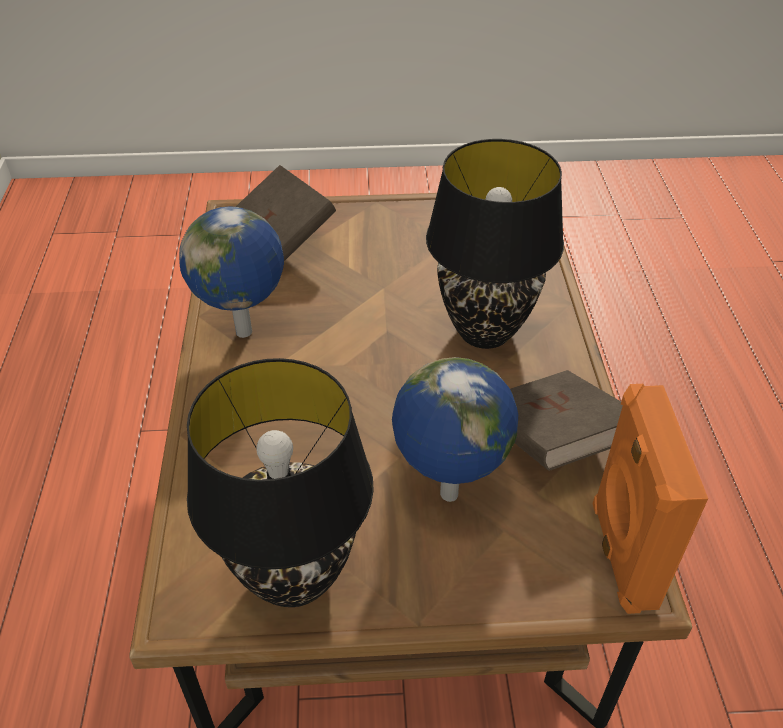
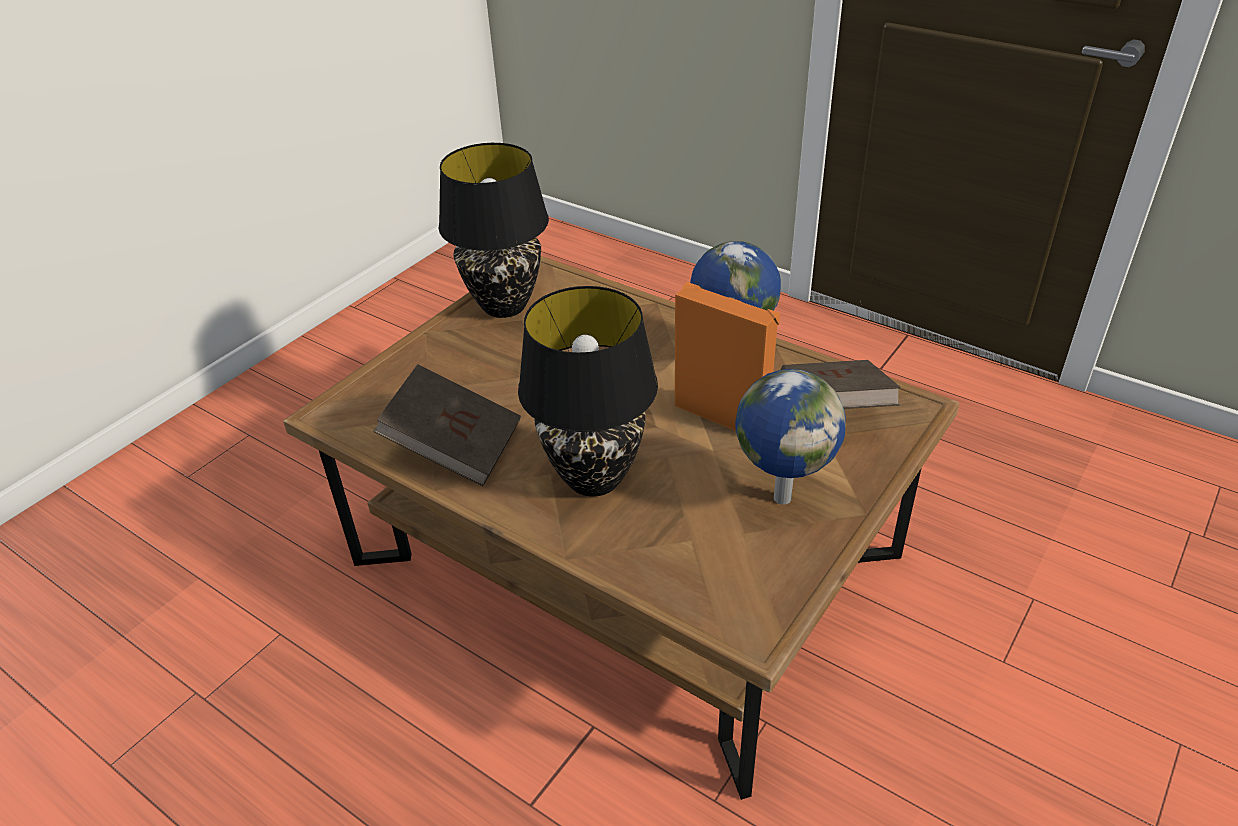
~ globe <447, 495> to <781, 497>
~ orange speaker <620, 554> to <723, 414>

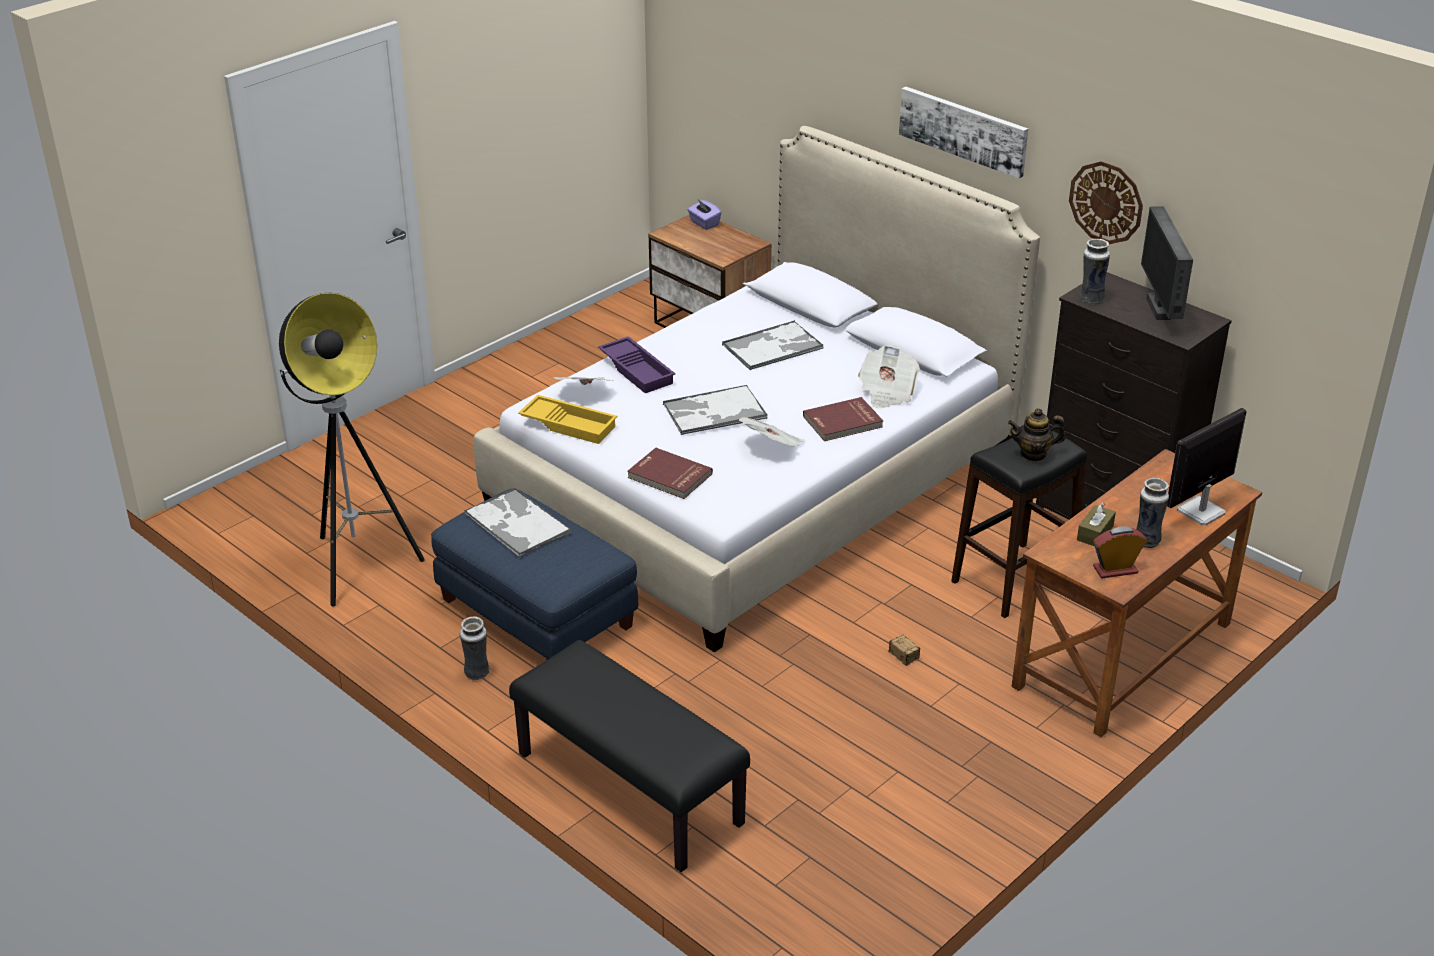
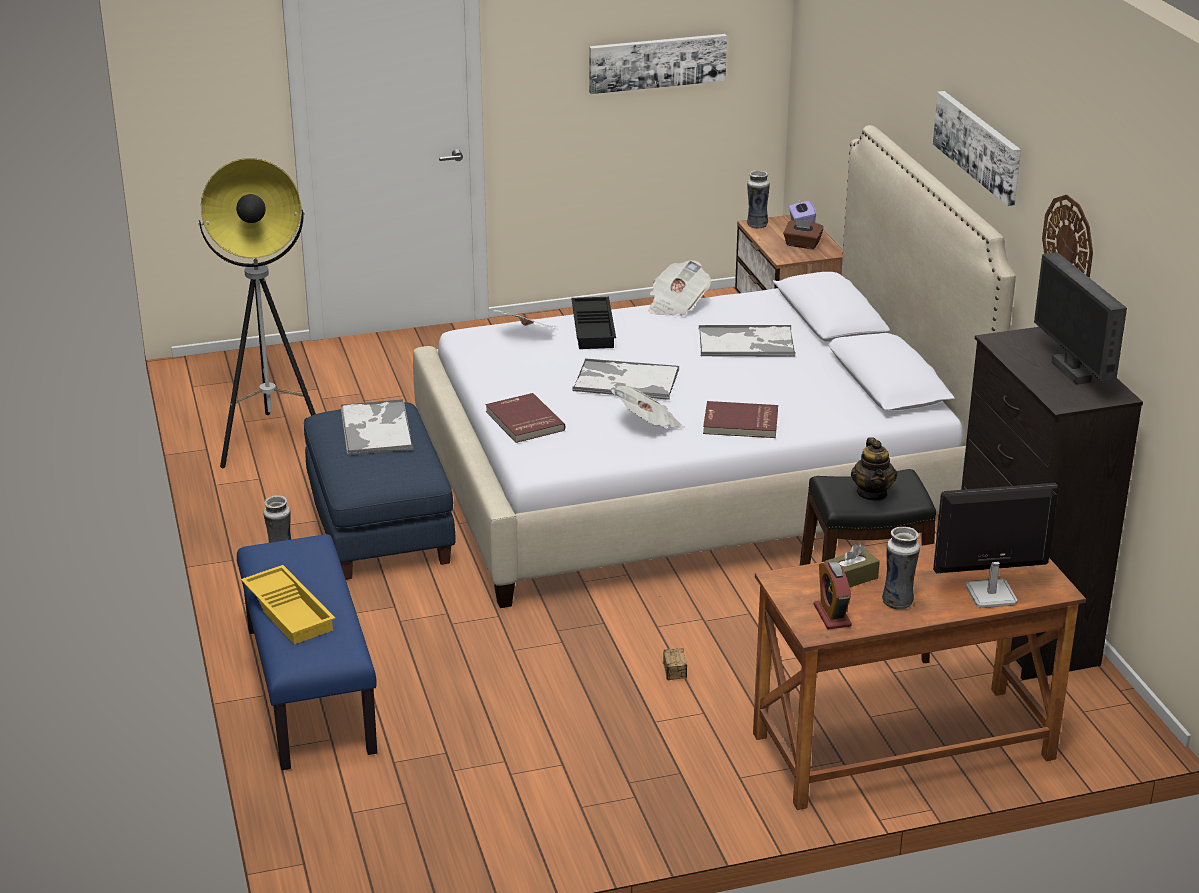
~ monitor <1160, 309> = <1072, 372> 45 degrees counterclockwise
~ vase <1090, 299> to <756, 225>
~ purple tray <638, 370> to black tray <594, 329>
~ newspaper <887, 392> to <676, 305>
~ yellow tray <569, 424> to <290, 611>
~ teapot <1033, 454> = <872, 493> 120 degrees counterclockwise
~ alarm clock <1115, 570> = <832, 615> 120 degrees counterclockwise
~ black bench <627, 789> to blue bench <308, 689>
+ picture <657, 62>
+ brown tissue box <802, 244>

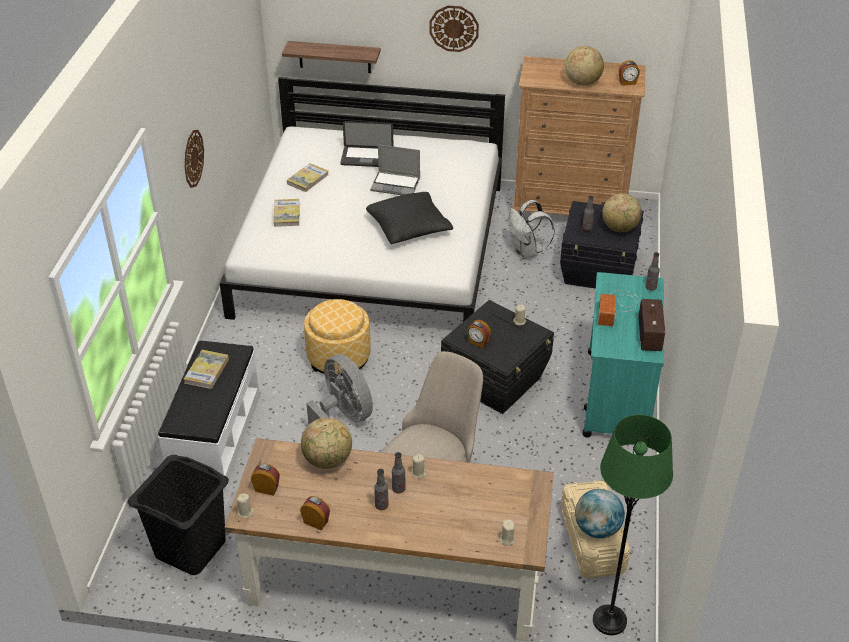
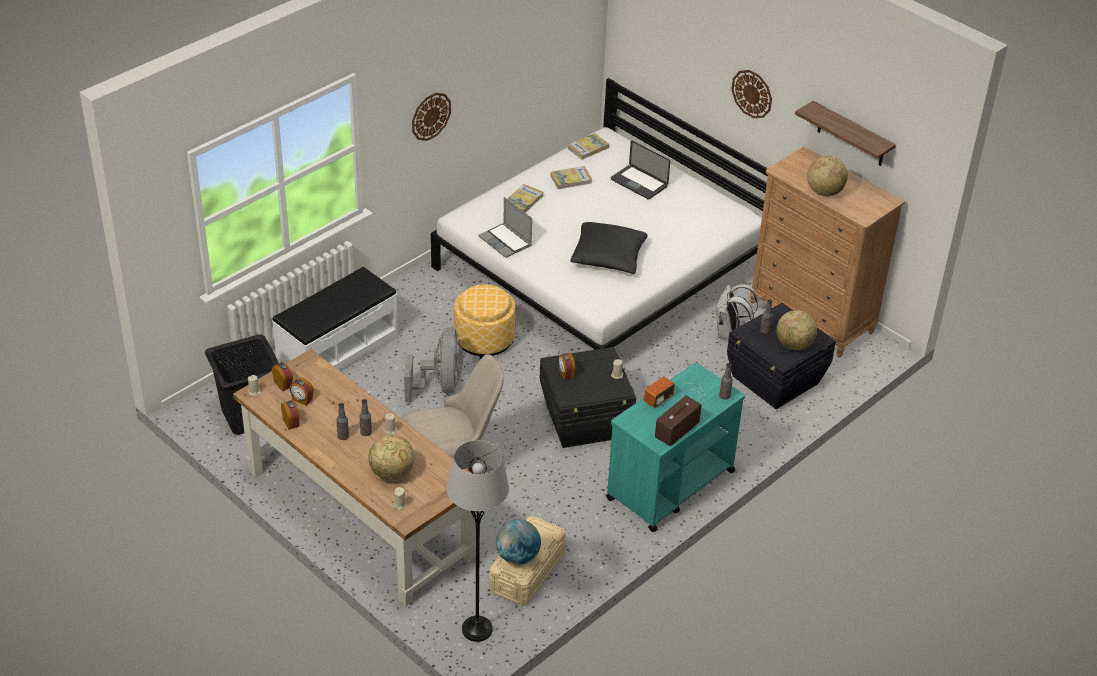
~ shelf <334, 57> to <851, 135>
~ alarm clock <627, 82> to <302, 400>
~ laptop <396, 184> to <506, 241>
~ book <206, 371> to <588, 148>
~ green floor lamp <609, 621> to grey floor lamp <477, 629>
~ globe <328, 460> to <392, 473>

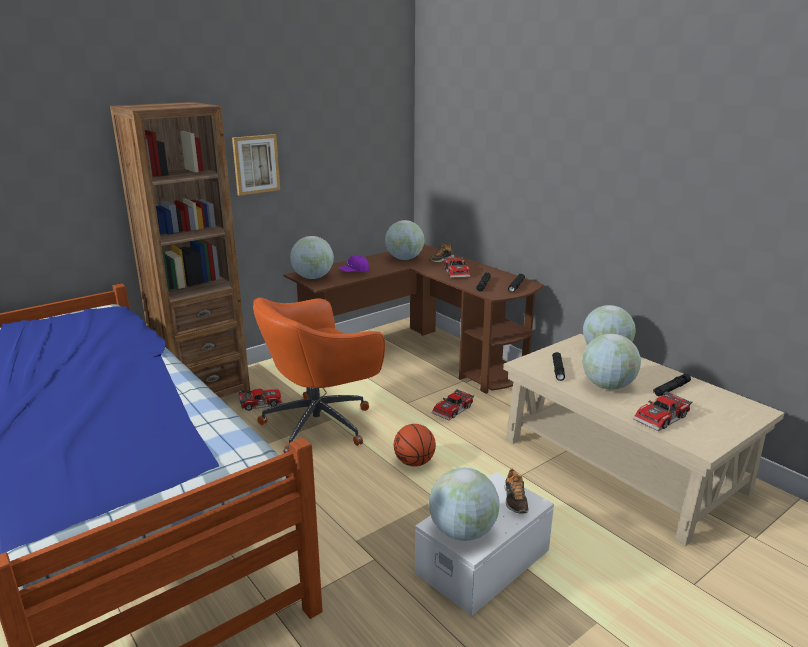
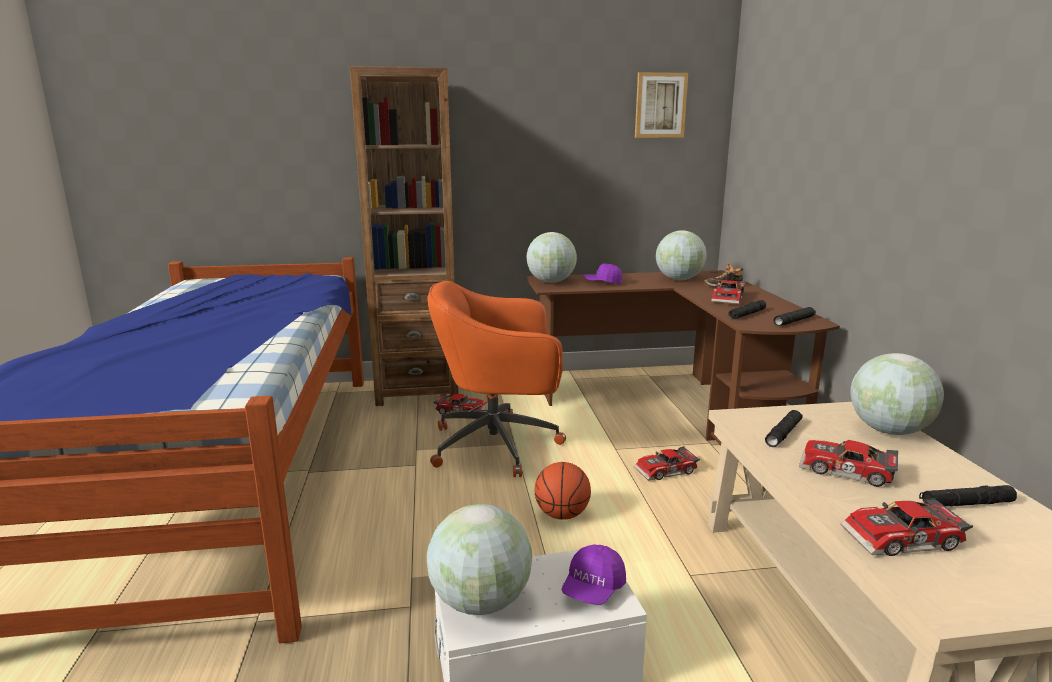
~ picture <256, 164> to <660, 105>
~ globe <608, 386> to toy car <846, 472>
~ shoe <515, 500> to purple cap <593, 589>

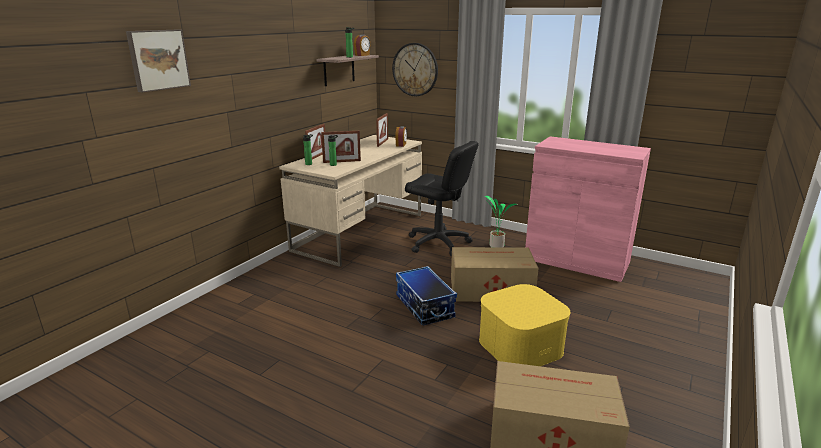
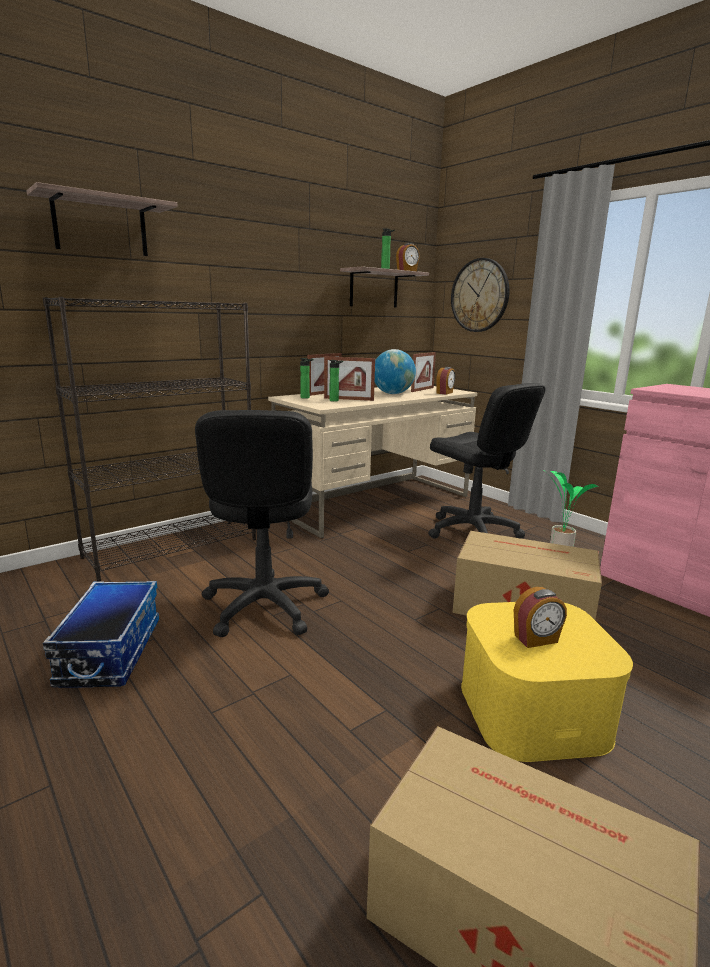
~ picture <158, 60> to shelf <100, 226>
~ storage box <424, 306> to <110, 652>
+ black bookcase <173, 548>
+ globe <392, 393>
+ black office chair <264, 606>
+ alarm clock <536, 639>

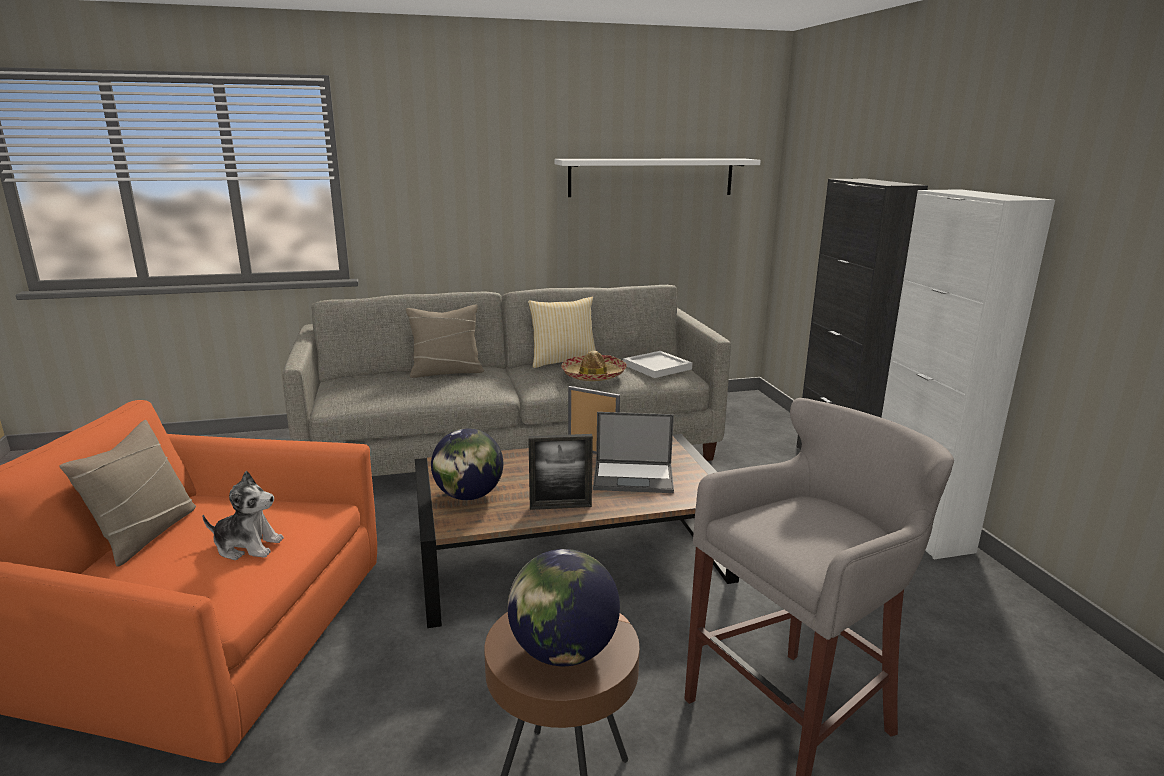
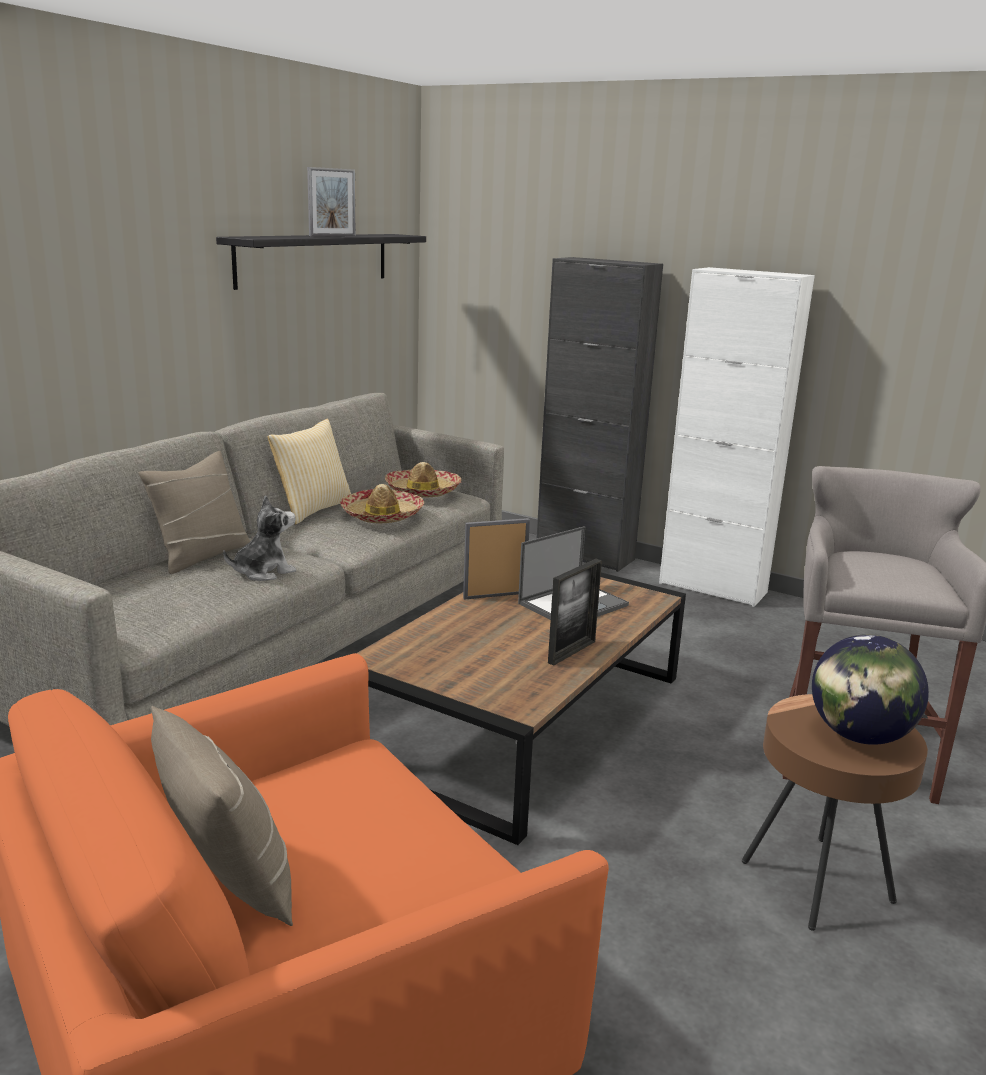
~ white shelf <651, 177> to black shelf <314, 259>
~ white tray <657, 366> to hat <423, 491>
- globe <468, 496>
~ plush toy <248, 546> to <263, 572>
+ picture frame <332, 236>

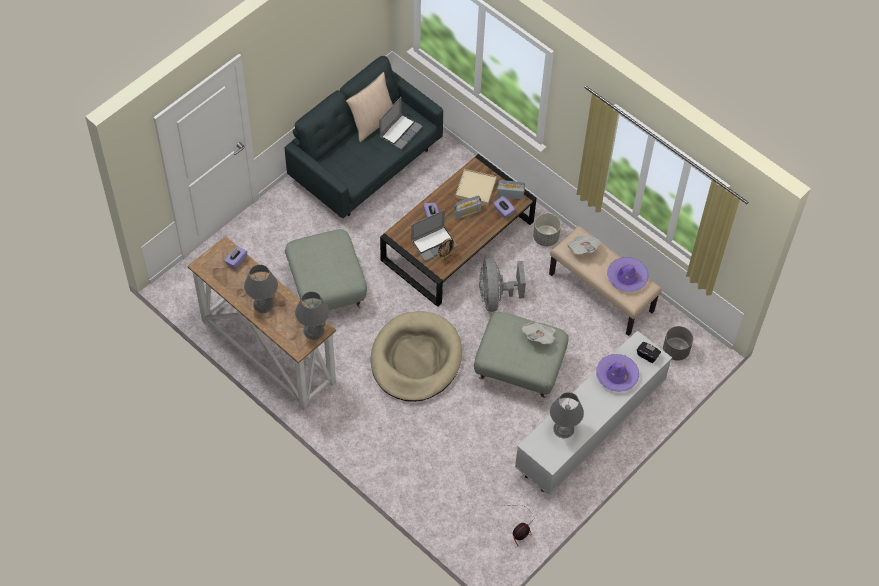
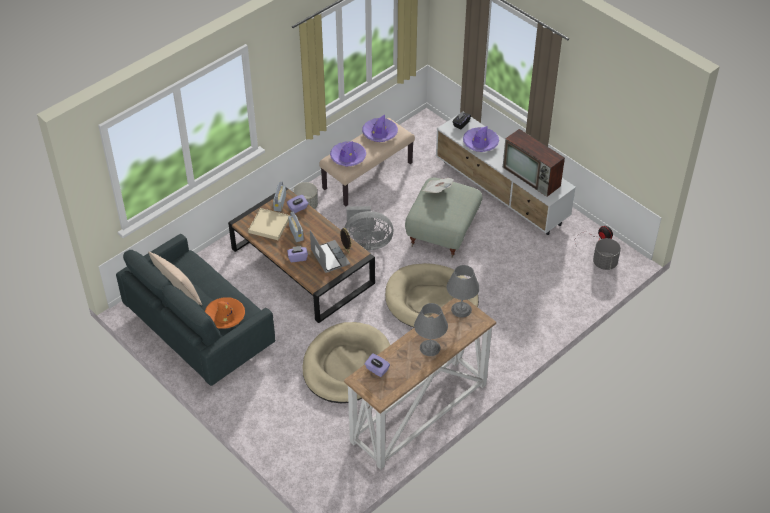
- laptop <400, 131>
~ grey ottoman <326, 287> to beige dog bed <347, 366>
~ newspaper <582, 249> to purple hat <348, 157>
~ grey planter <675, 350> to <604, 263>
~ grey table lamp <563, 429> to television <532, 177>
+ orange hat <225, 316>

